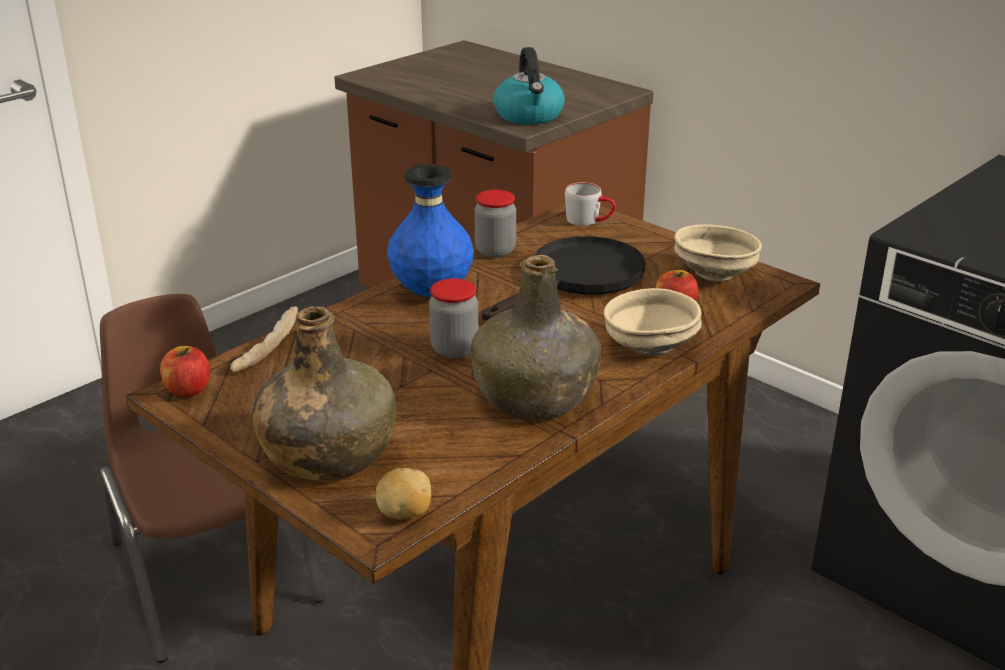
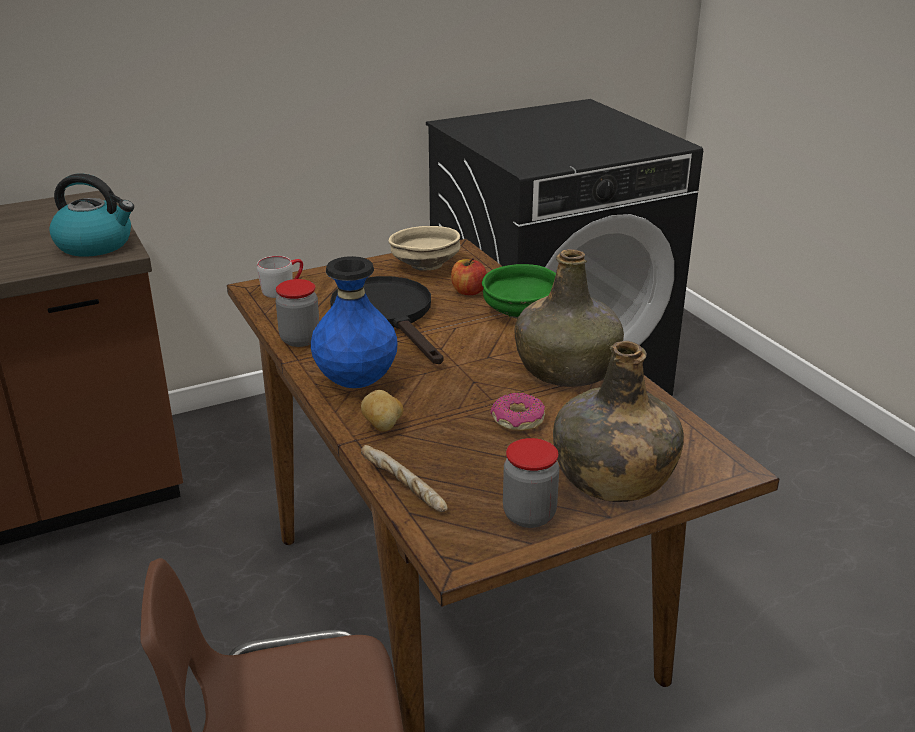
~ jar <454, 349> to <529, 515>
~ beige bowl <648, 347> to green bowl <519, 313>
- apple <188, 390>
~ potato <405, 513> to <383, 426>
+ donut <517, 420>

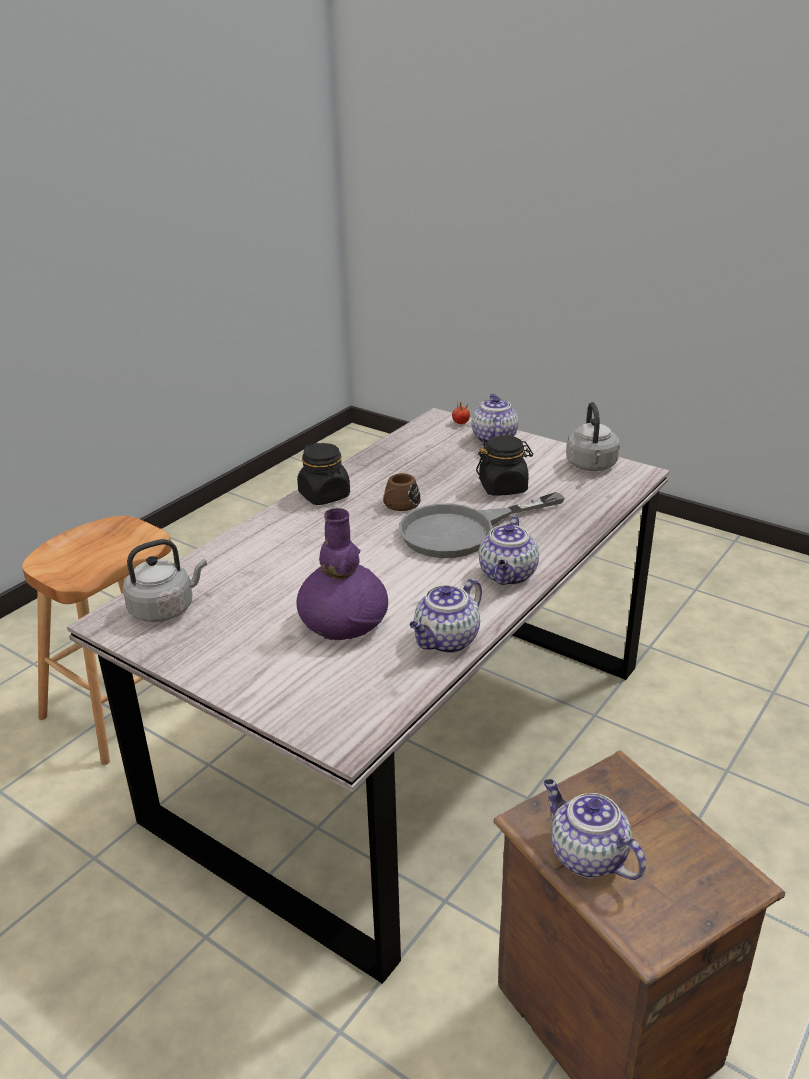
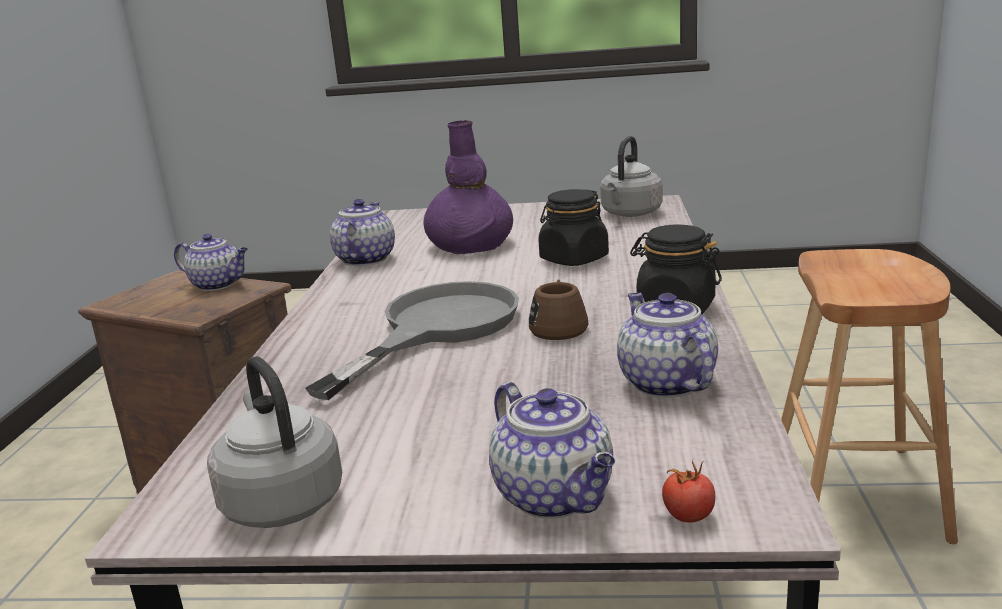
~ black jar <503, 487> to <573, 259>
~ teapot <508, 576> to <664, 382>

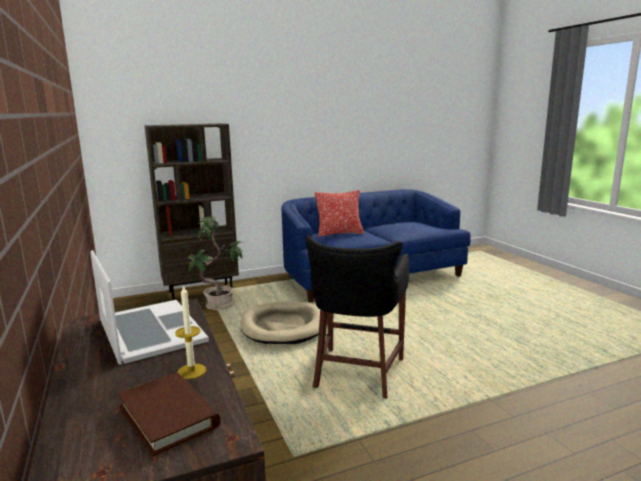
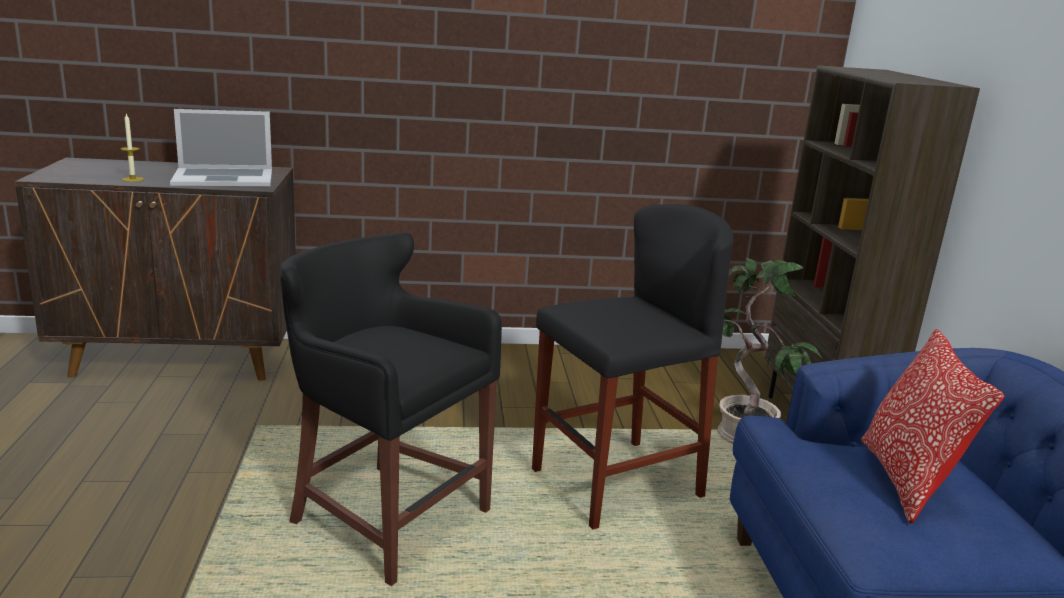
~ beige dog bed <283, 326> to black stool <616, 483>
- brown book <168, 416>

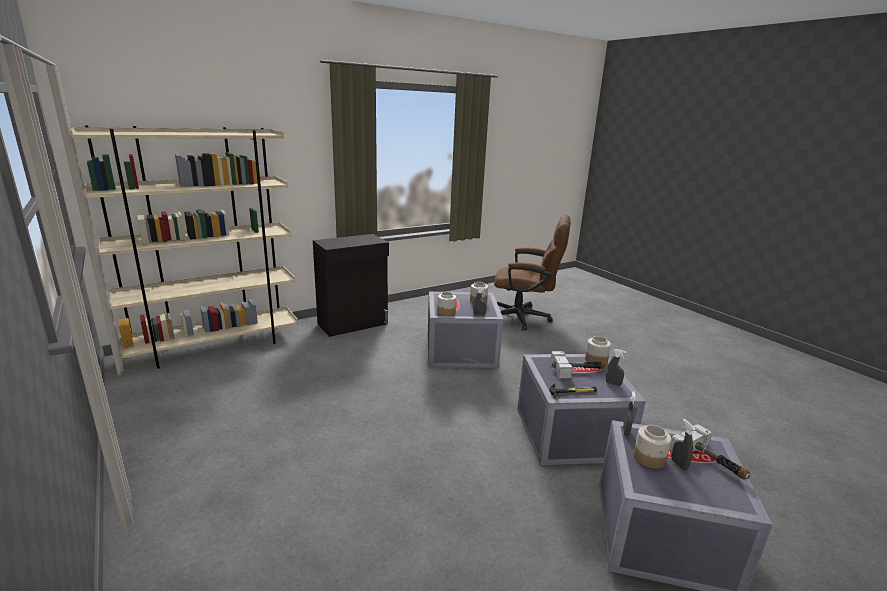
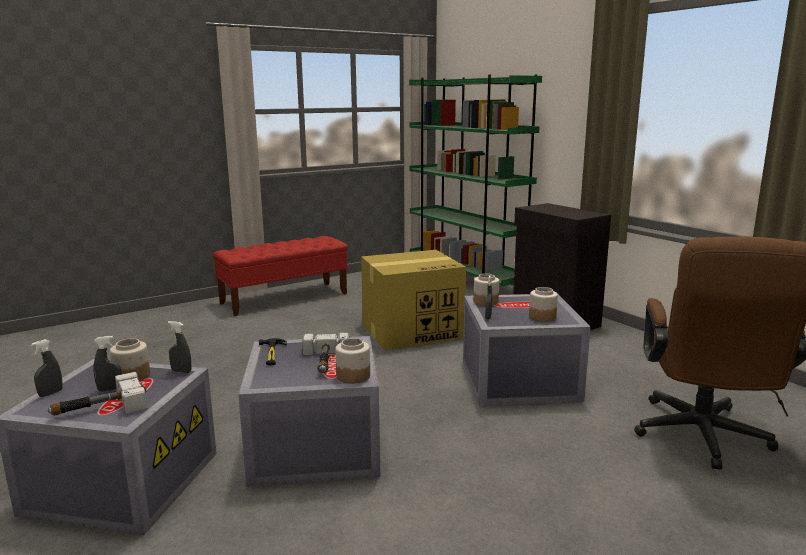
~ beige bookcase <216, 346> to green bookcase <466, 279>
~ grey spray bottle <613, 384> to <51, 393>
+ red bench <285, 298>
+ cardboard box <413, 331>

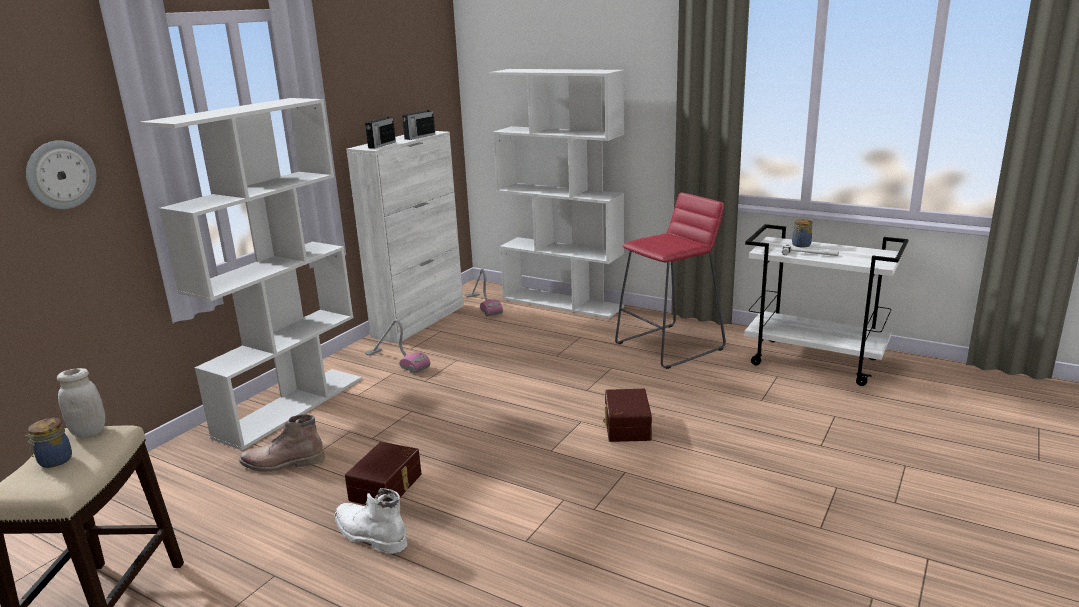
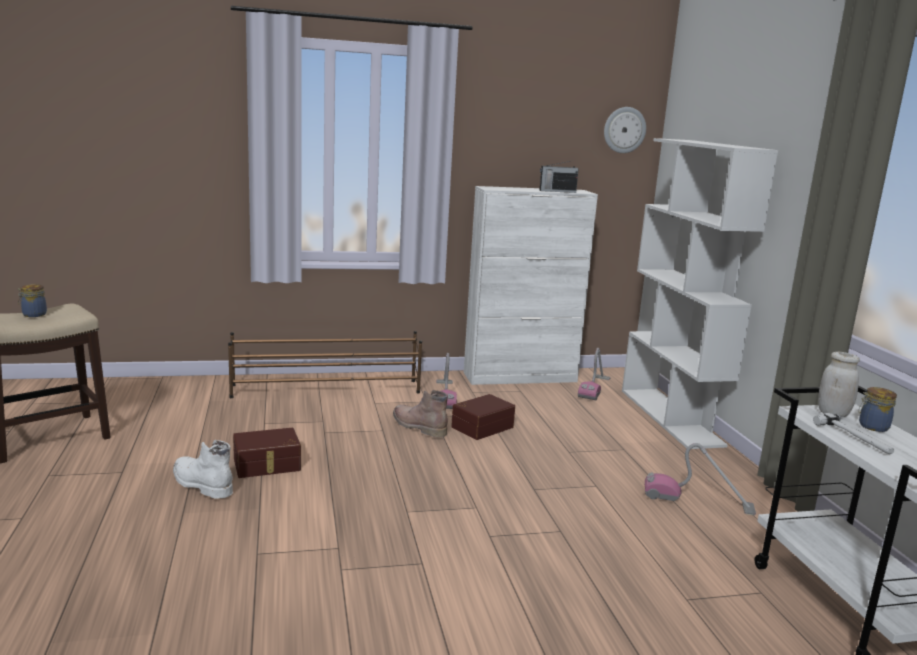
~ white bookcase <291, 406> to brown shoe rack <327, 389>
- radio <381, 145>
~ wall clock <60, 174> to <624, 130>
~ red stool <670, 346> to vacuum cleaner <698, 501>
~ white jar <89, 432> to <833, 413>
~ brown storage box <625, 426> to <481, 426>
~ brown boot <282, 463> to <418, 426>
~ white boot <368, 534> = <200, 483> 45 degrees counterclockwise

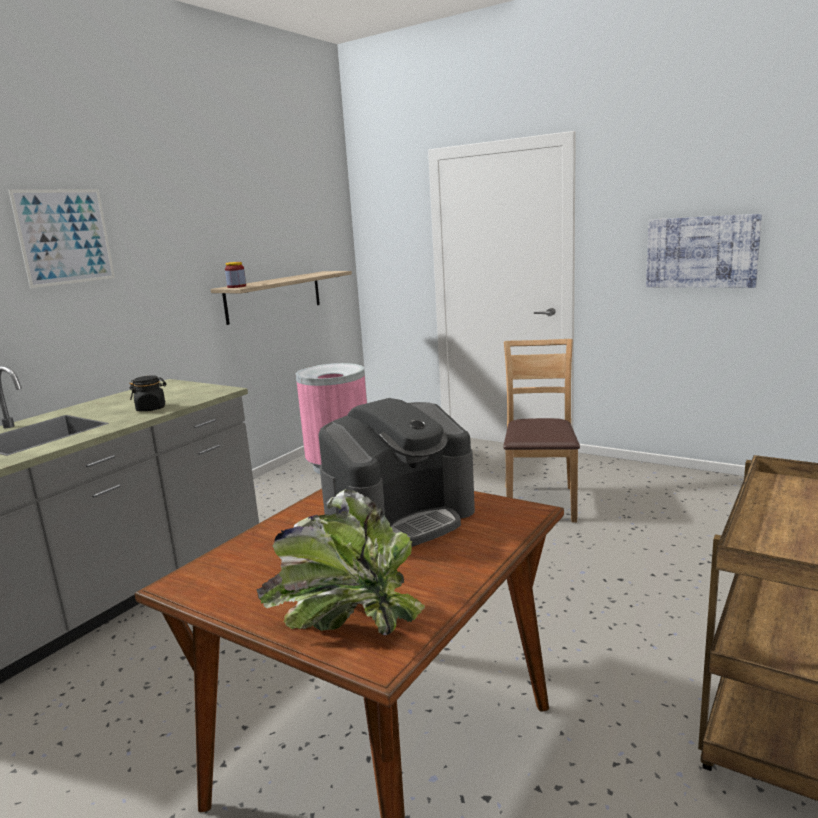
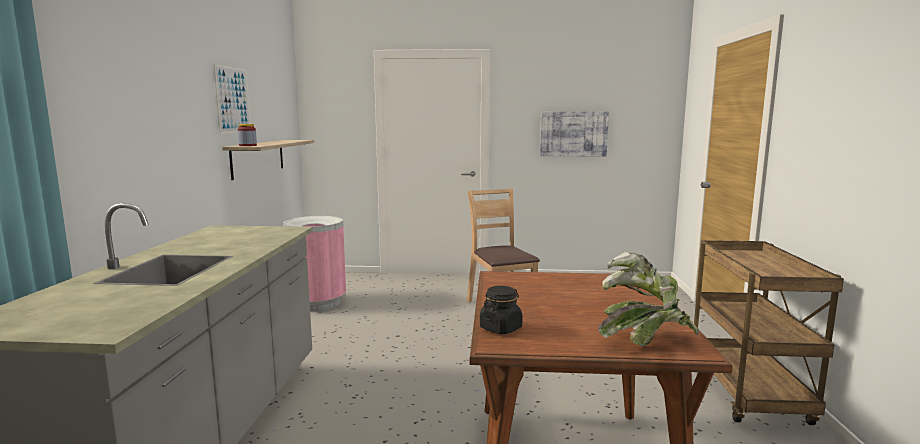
~ picture <65, 237> to <233, 100>
~ black jar <151, 408> to <501, 328>
- coffee machine <400, 518>

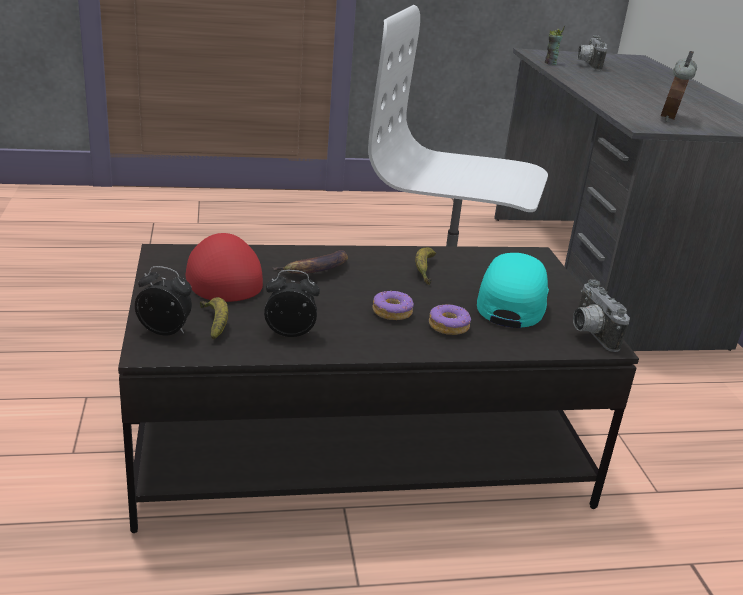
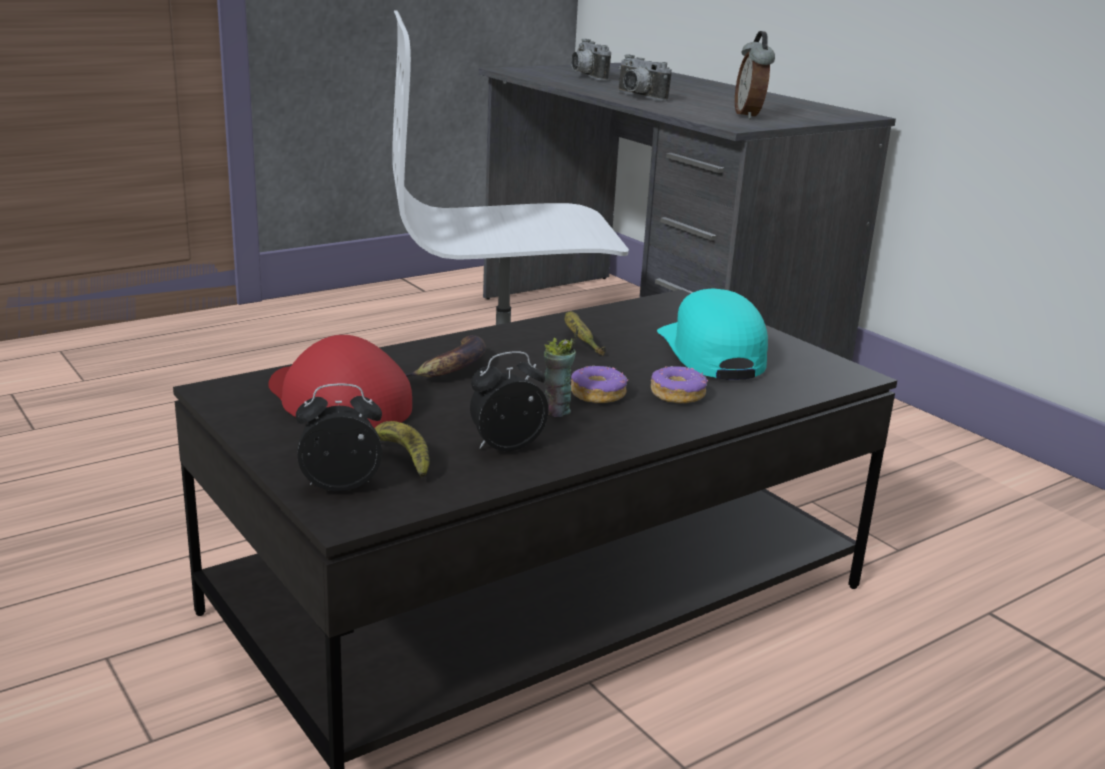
~ cup <550, 63> to <556, 411>
~ photo camera <589, 333> to <637, 97>

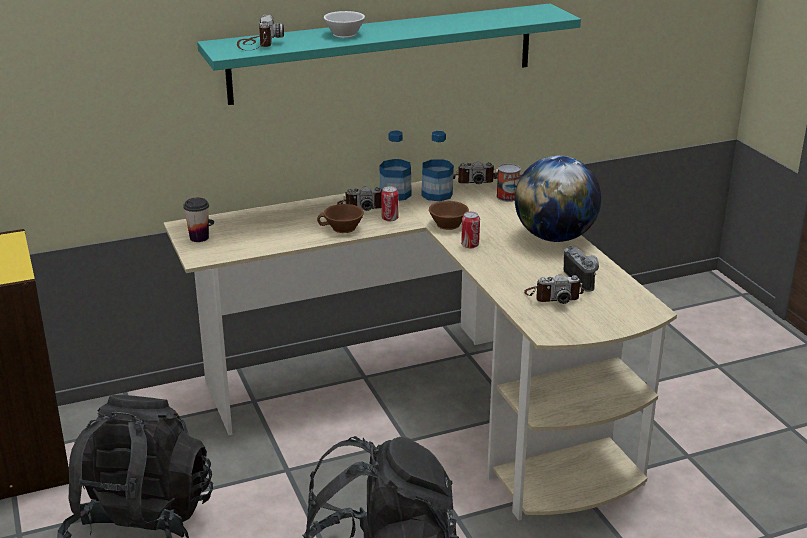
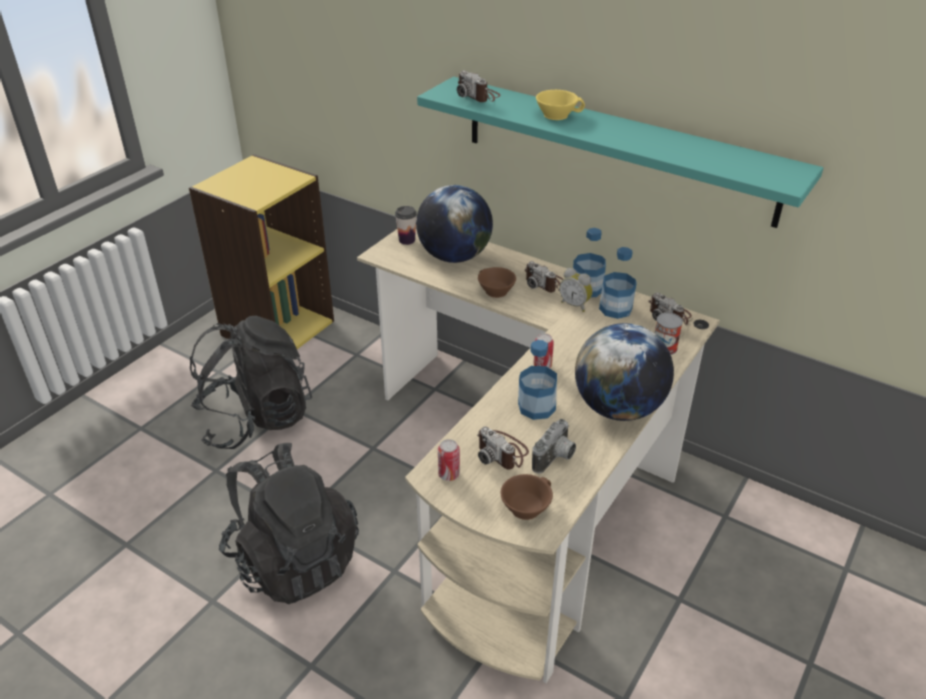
~ white cup <344, 33> to yellow cup <557, 114>
~ photo camera <257, 44> = <478, 95> 90 degrees clockwise
~ can <390, 219> to <449, 474>
~ brown cup <446, 224> to <525, 506>
+ globe <454, 257>
+ alarm clock <575, 305>
+ bottle <536, 407>

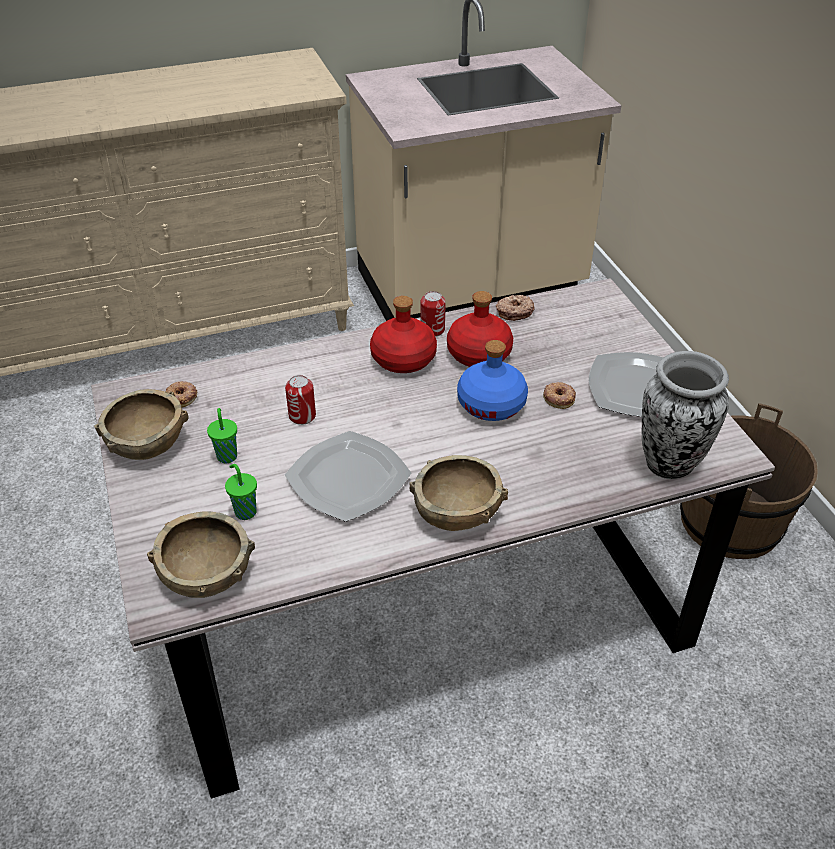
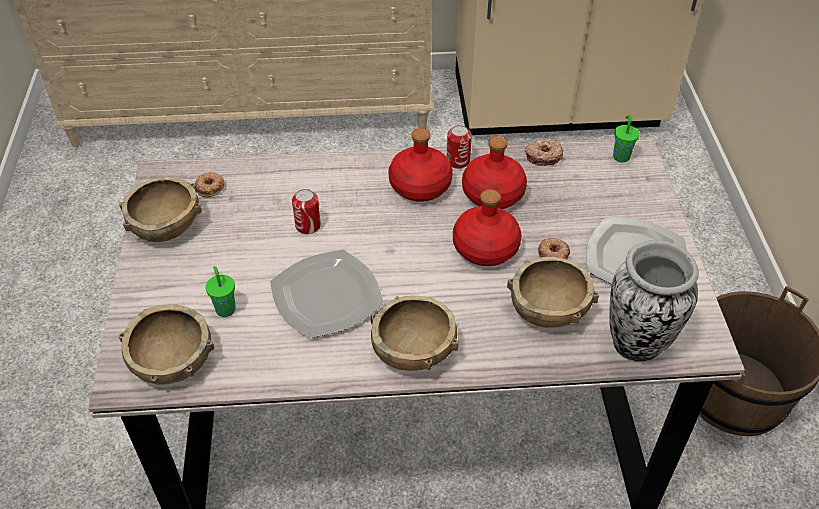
~ blue bottle <491, 404> to red bottle <486, 247>
~ green cup <227, 455> to <621, 156>
+ brown bowl <549, 309>

